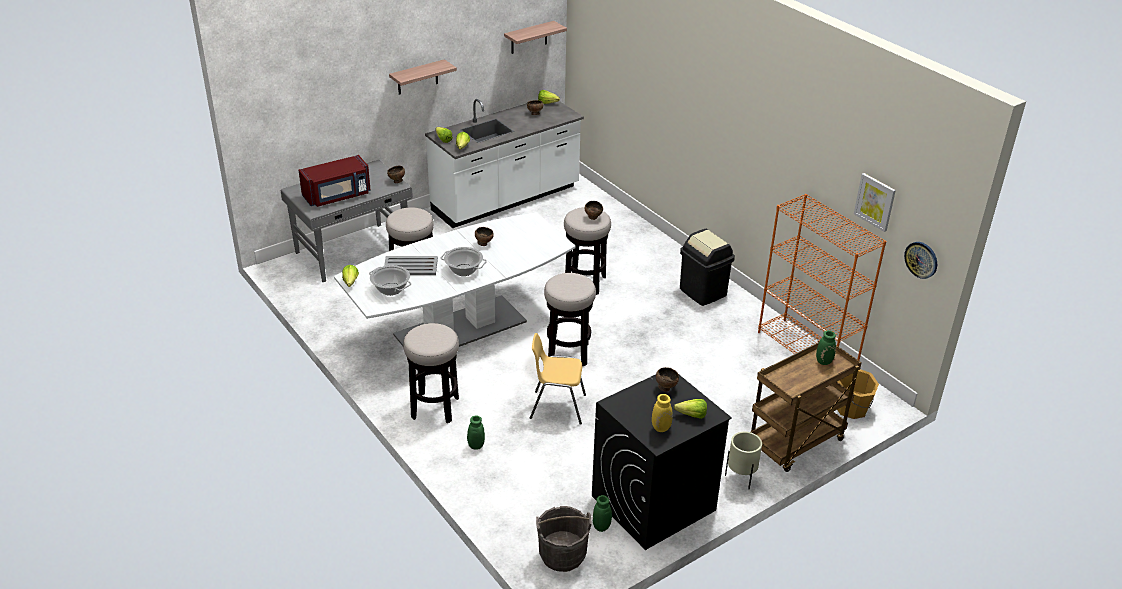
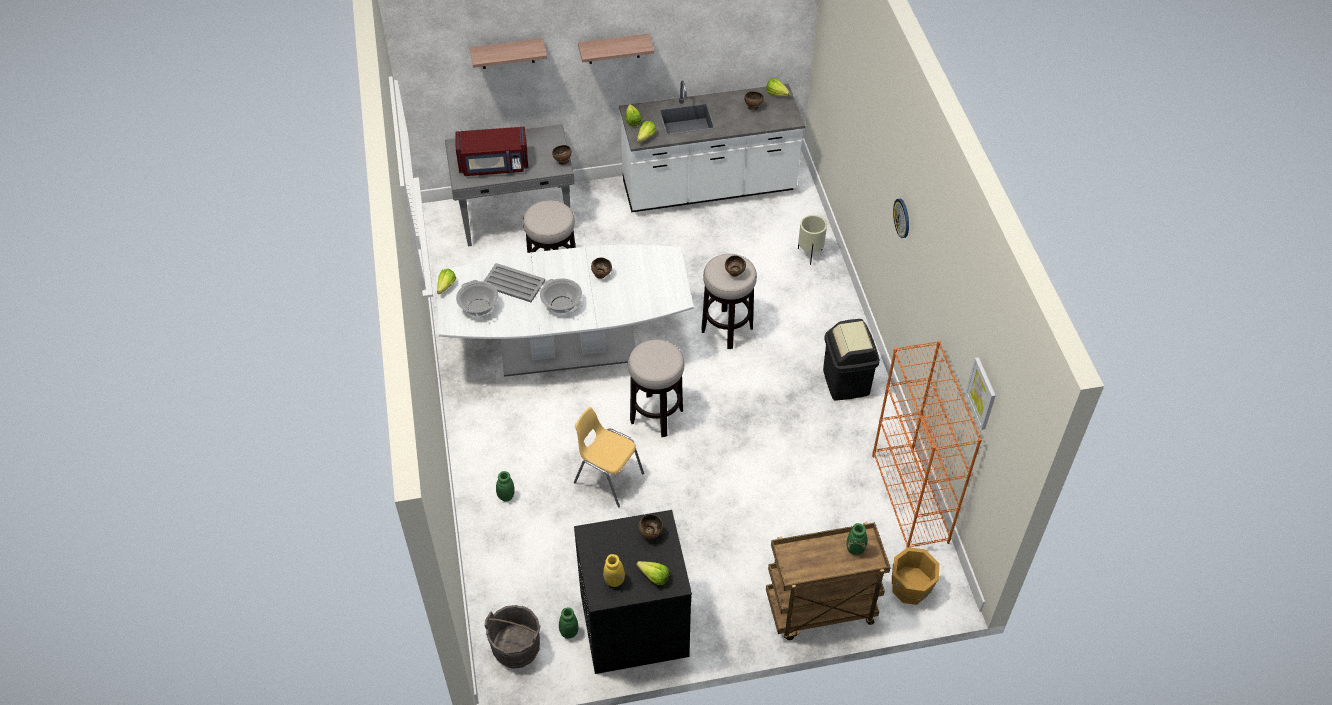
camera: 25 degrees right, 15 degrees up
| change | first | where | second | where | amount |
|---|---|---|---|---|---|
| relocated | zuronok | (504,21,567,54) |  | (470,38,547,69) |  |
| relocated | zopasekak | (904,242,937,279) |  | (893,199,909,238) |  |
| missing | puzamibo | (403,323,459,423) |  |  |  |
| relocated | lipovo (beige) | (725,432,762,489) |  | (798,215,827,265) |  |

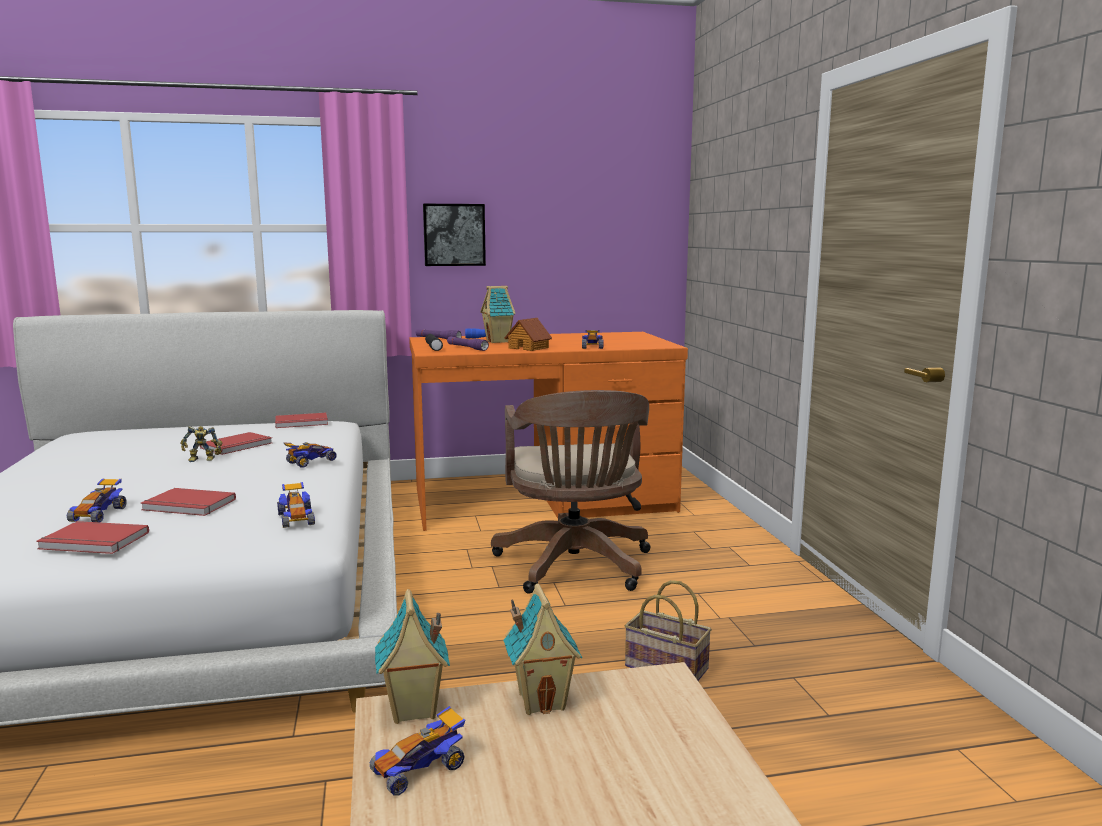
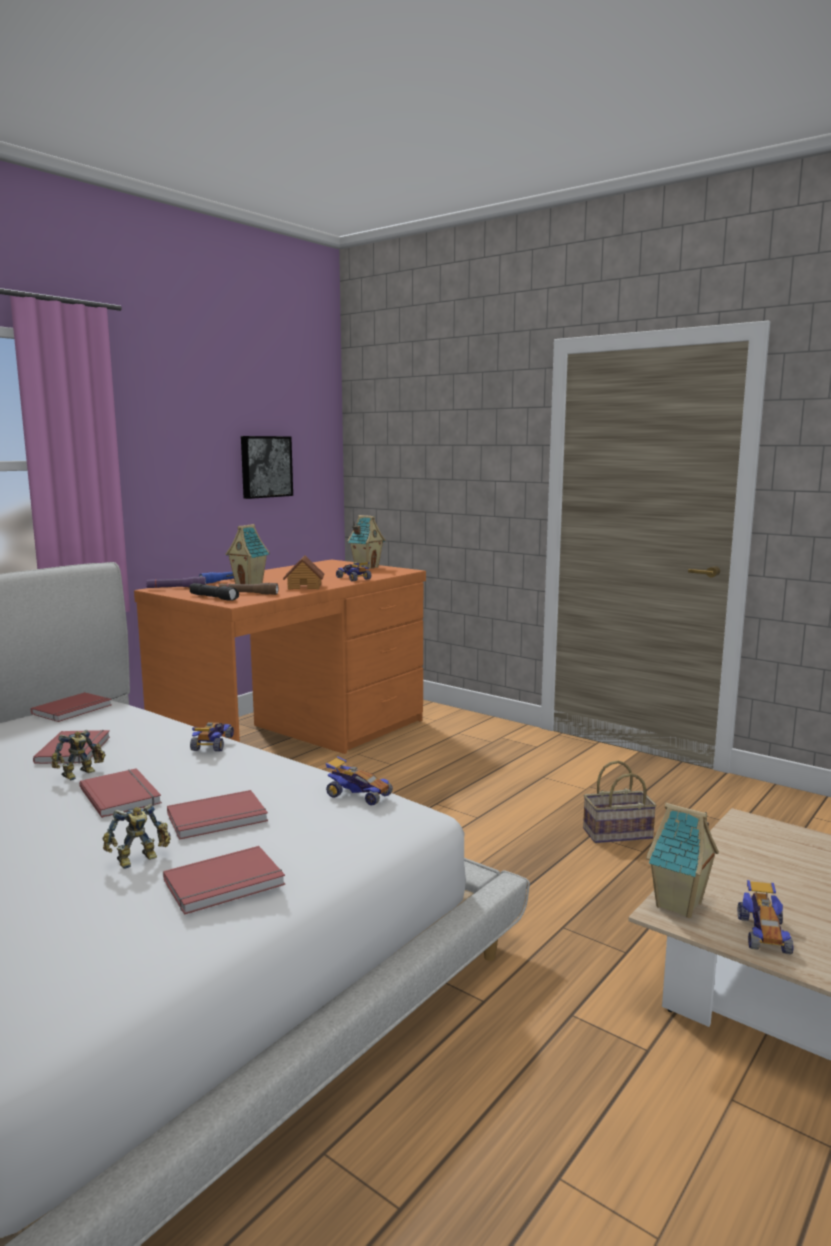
camera: 40 degrees left, 0 degrees up
| change | first | where | second | where | amount |
|---|---|---|---|---|---|
| relocated | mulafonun | (423,204,486,266) |  | (241,436,293,499) |  |
| colour | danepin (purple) | (447,337,489,351) | danepin (brown) | (219,583,279,595) |  |
| missing | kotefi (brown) | (491,390,651,594) |  |  |  |
| exchanged | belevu | (67,478,127,523) | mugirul | (103,804,171,869) |  |
| relocated | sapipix | (503,583,582,715) |  | (348,515,385,569) |  |
| appeared |  |  | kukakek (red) | (79,768,162,818) |  |

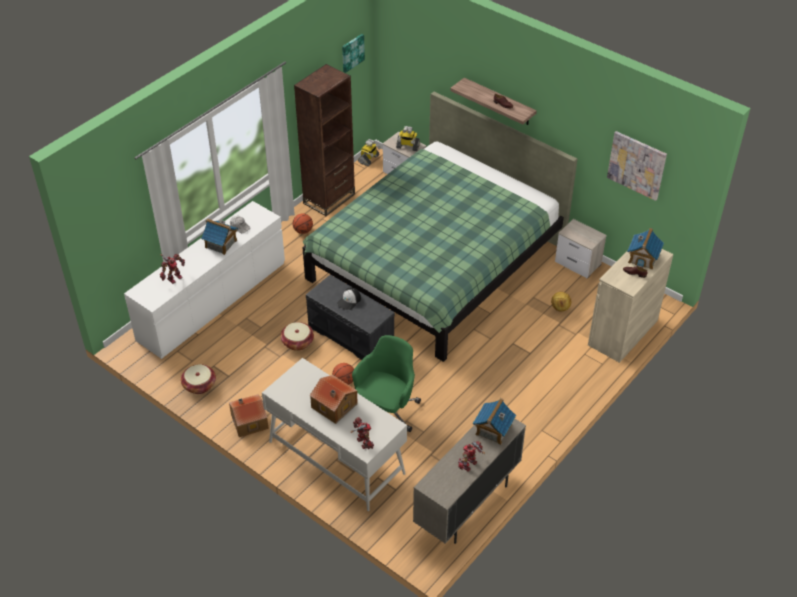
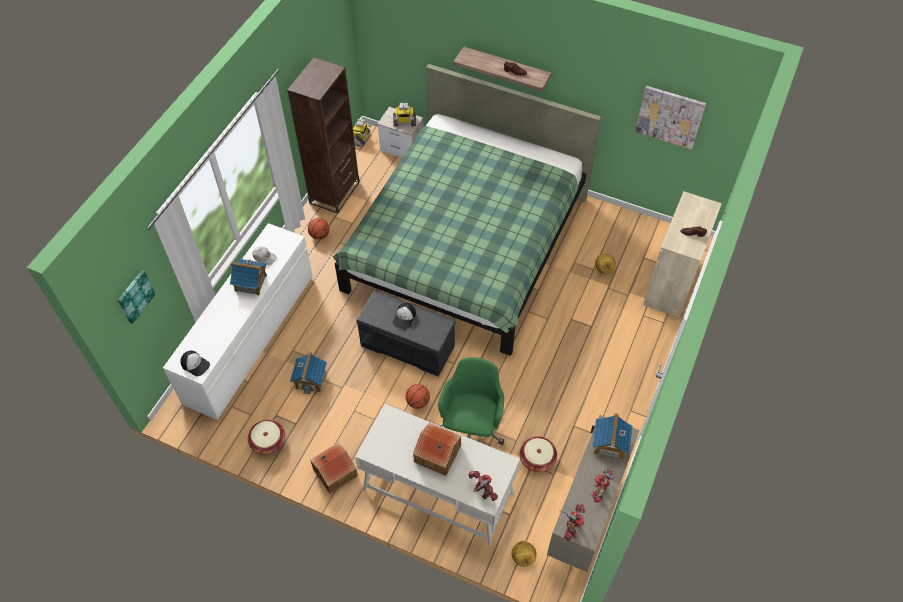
camera: 15 degrees left, 10 degrees up
| change | first | where | second | where | amount |
|---|---|---|---|---|---|
| relocated | mulafonun | (342,34,365,73) |  | (118,270,156,324) |  |
| missing | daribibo | (555,219,607,278) |  |  |  |
| relocated | sapipix | (627,228,664,270) |  | (290,352,327,394) |  |
| relocated | mugirul | (160,254,185,284) |  | (560,504,585,541) |  |
| relocated | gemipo | (281,322,314,351) |  | (519,436,557,472) |  |
| appeared |  |  | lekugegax | (180,351,210,376) |  |
| appeared |  |  | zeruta | (511,541,537,567) |  |

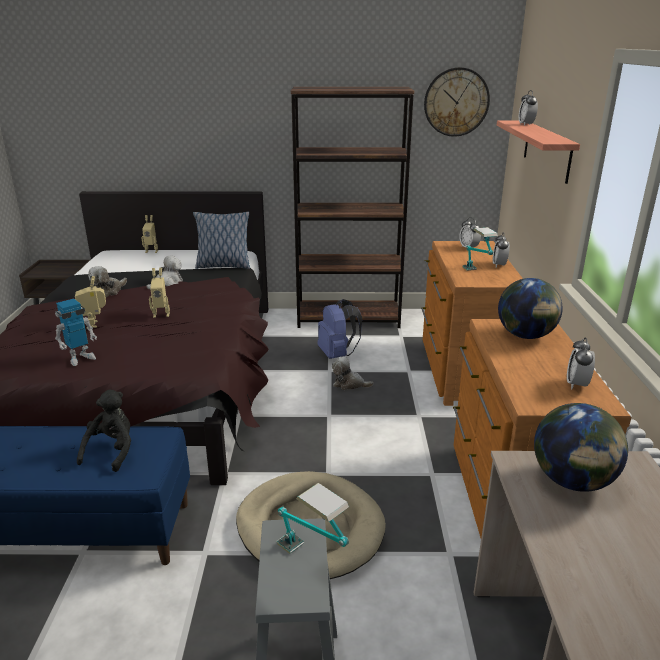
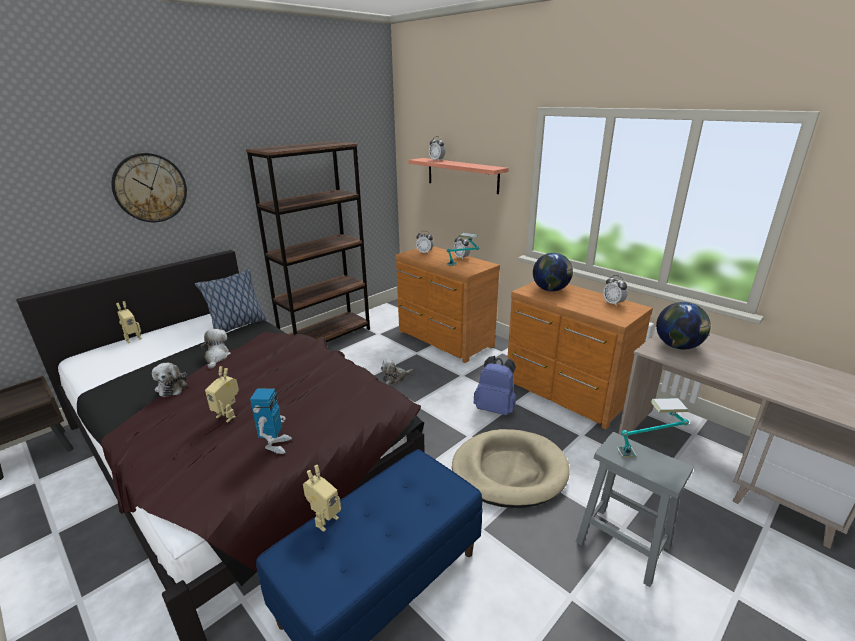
camera: 45 degrees left, 0 degrees up
| change | first | where | second | where | amount |
|---|---|---|---|---|---|
| relocated | zopasekak | (424,67,490,137) |  | (112,153,187,222) |  |
| relocated | mugirul | (149,268,170,318) |  | (303,465,341,532) |  |
| relocated | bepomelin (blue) | (317,299,362,359) |  | (474,356,516,415) |  |
| missing | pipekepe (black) | (77,390,131,472) |  |  |  |

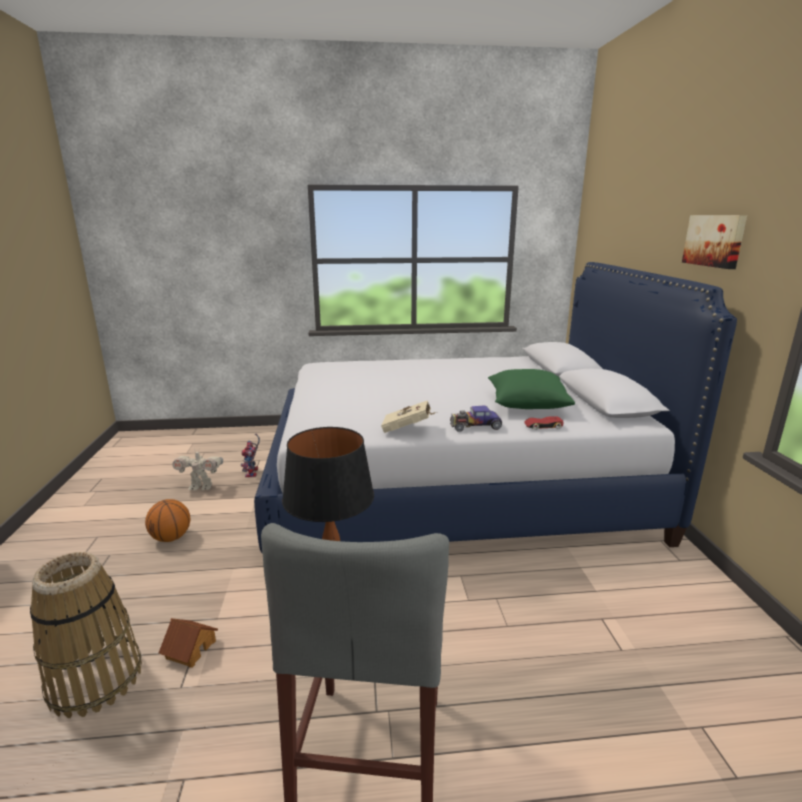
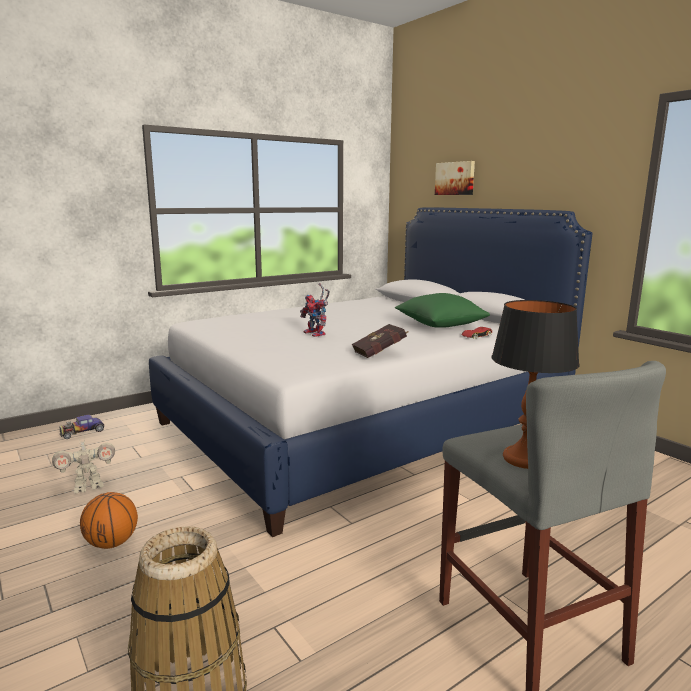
camera: 30 degrees left, 5 degrees down
| change | first | where | second | where | amount |
|---|---|---|---|---|---|
| relocated | mulafonun | (682,215,747,269) |  | (435,161,475,195) |  |
| colour | kukakek (beige) | (381,400,437,433) | kukakek (red) | (352,324,408,358) |  |
| relocated | belevu | (450,405,502,432) |  | (59,415,104,439) |  |
| relocated | mugirul | (241,434,260,477) |  | (300,283,330,337) |  |
| missing | sapipix | (159,618,218,668) |  |  |  |

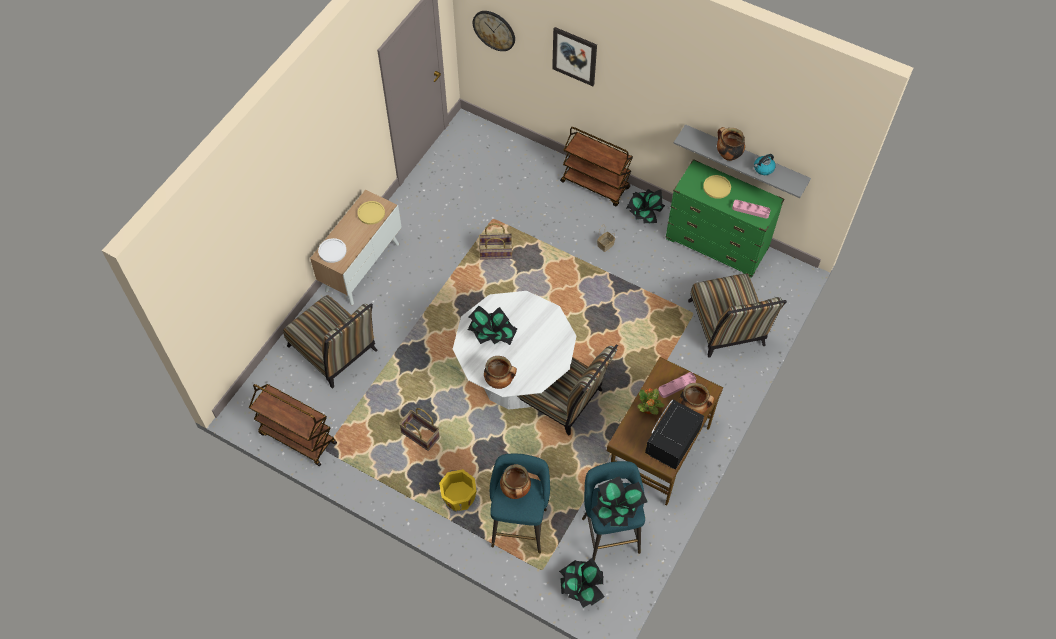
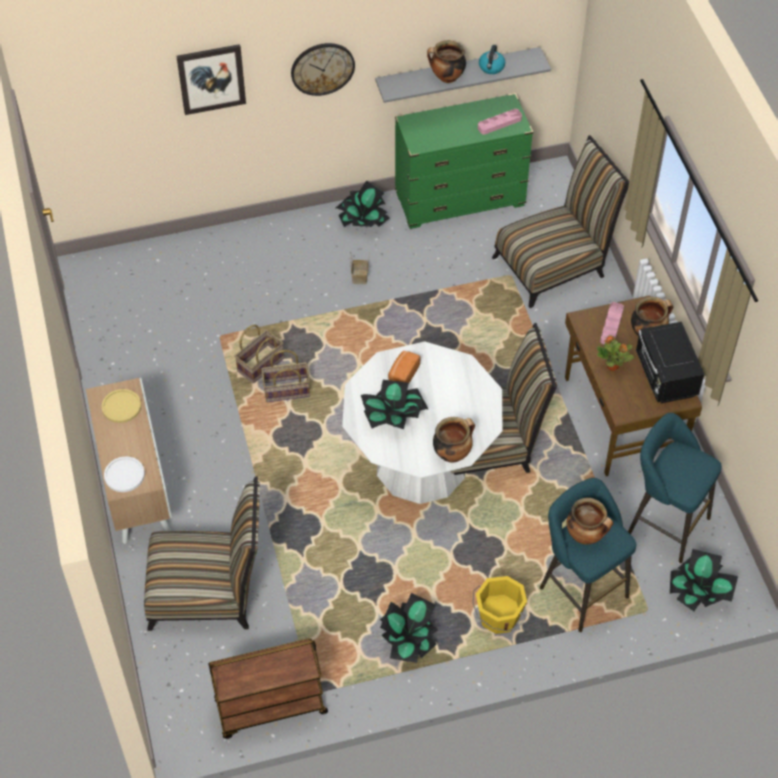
camera: 45 degrees left, 5 degrees down
| change | first | where | second | where | amount |
|---|---|---|---|---|---|
| relocated | zopasekak | (473,11,515,51) |  | (291,43,355,96) |  |
| missing | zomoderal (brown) | (560,127,633,206) |  |  |  |
| missing | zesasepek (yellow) | (703,175,731,199) |  |  |  |
| spun | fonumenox | (688,274,787,358) |  | (492,135,629,308) | 60 degrees counterclockwise |
| relocated | gemipo | (399,408,440,451) |  | (261,350,310,402) |  |
| relocated | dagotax | (592,476,648,527) |  | (380,593,438,663) |  |
| appeared |  |  | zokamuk | (388,351,420,385) |  |

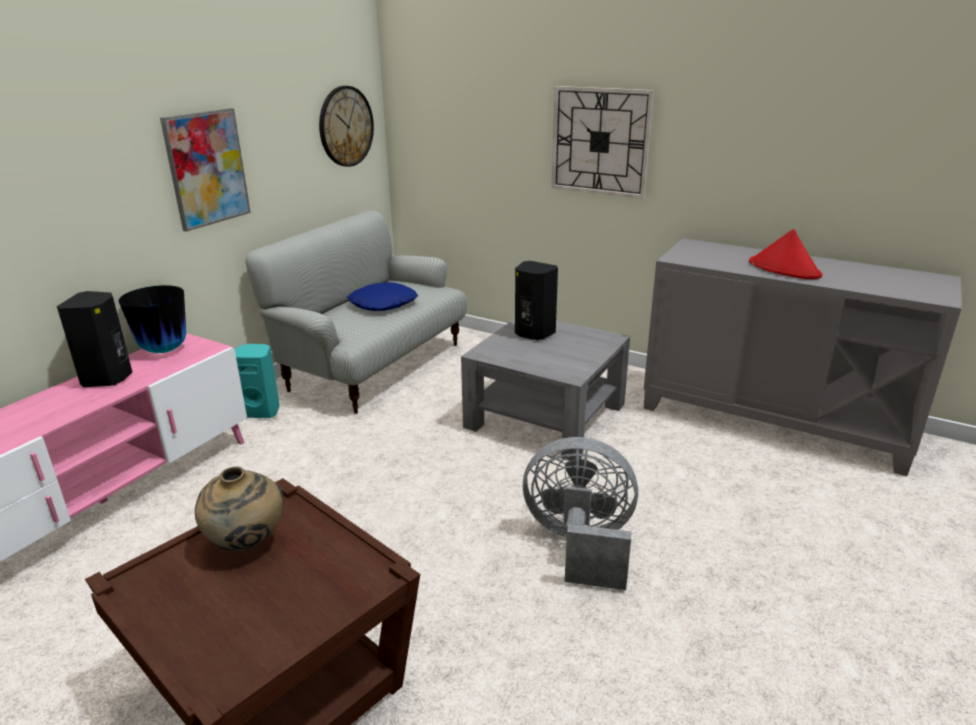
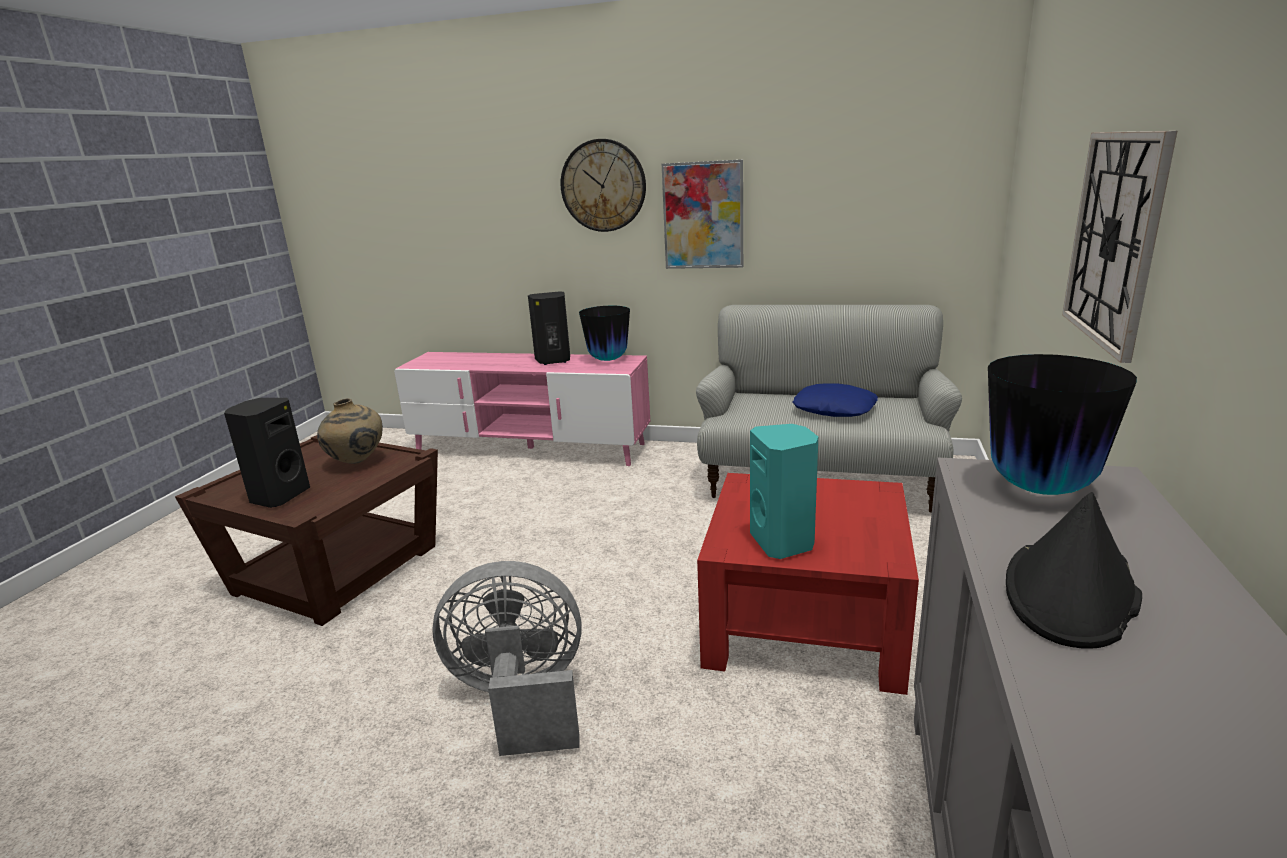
camera: 75 degrees right, 5 degrees down
| change | first | where | second | where | amount |
|---|---|---|---|---|---|
| relocated | zopasekak | (319,86,374,167) |  | (561,139,646,232) |  |
| colour | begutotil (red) | (749,229,822,279) | begutotil (black) | (1006,492,1142,649) |  |
| relocated | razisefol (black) | (515,261,558,340) |  | (224,398,310,508) |  |
| colour | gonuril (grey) | (461,319,630,460) | gonuril (red) | (697,473,919,695) |  |
| relocated | razisefol (turquoise) | (235,344,280,418) |  | (750,424,818,559) |  |
| spun | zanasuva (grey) | (523,437,638,590) |  | (432,561,582,756) | 90 degrees counterclockwise |
| appeared |  |  | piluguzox | (988,354,1137,495) |  |

